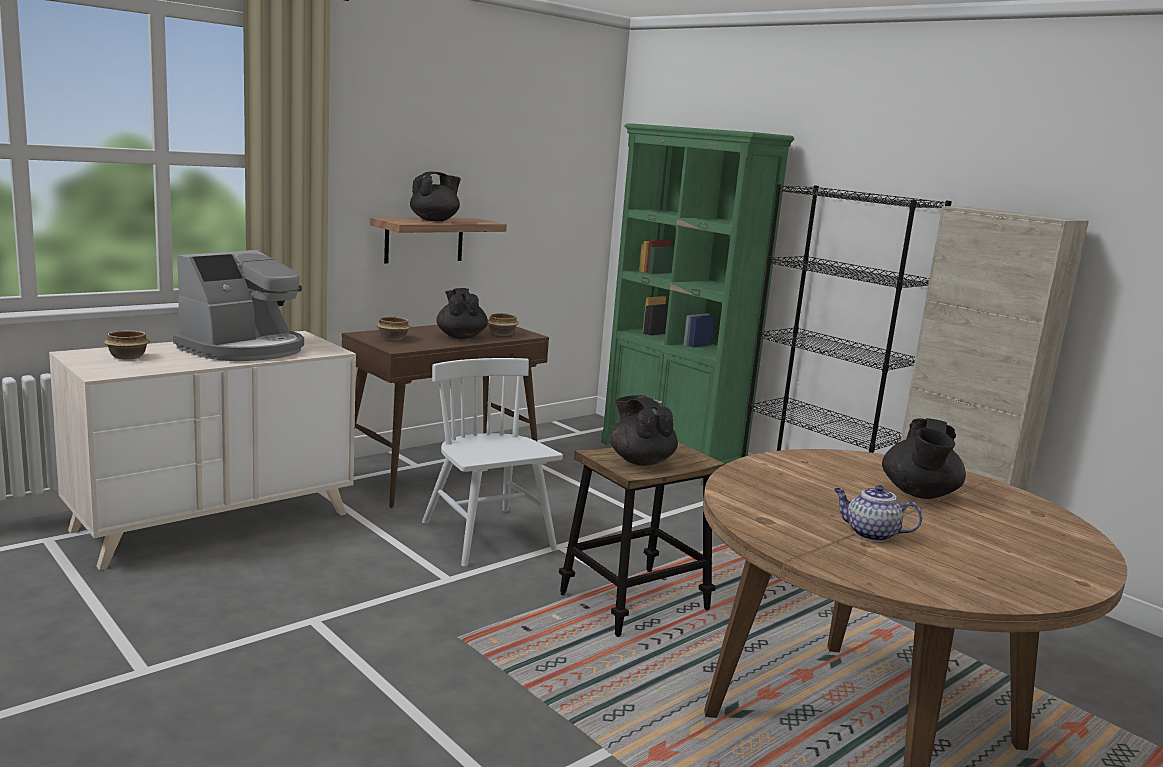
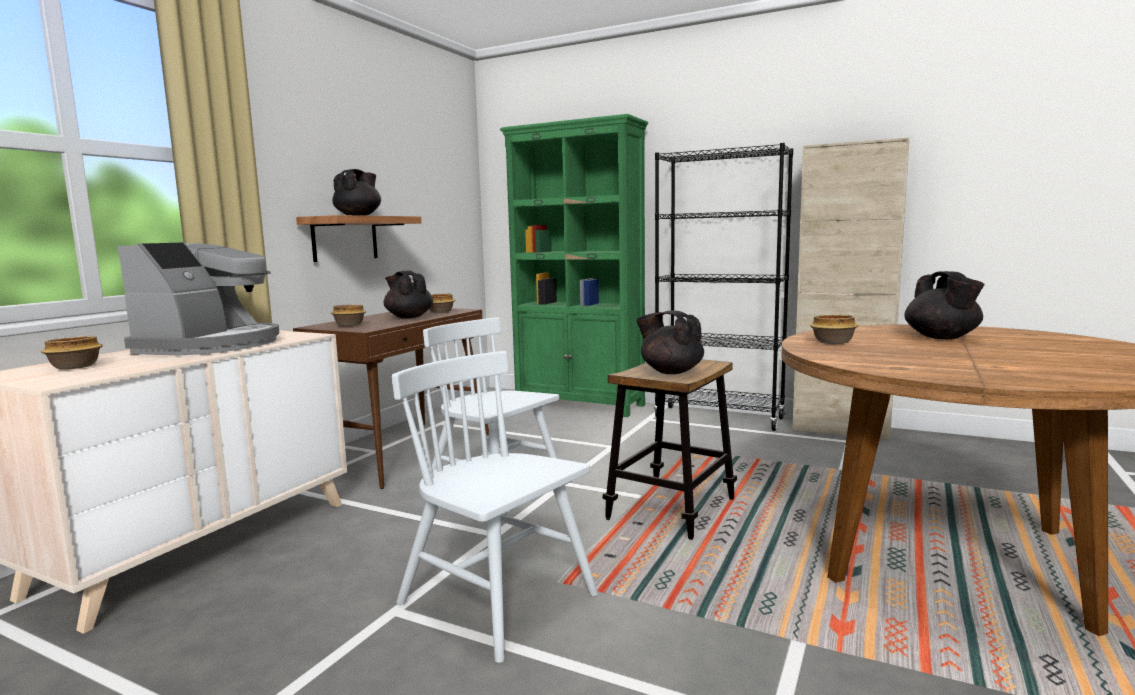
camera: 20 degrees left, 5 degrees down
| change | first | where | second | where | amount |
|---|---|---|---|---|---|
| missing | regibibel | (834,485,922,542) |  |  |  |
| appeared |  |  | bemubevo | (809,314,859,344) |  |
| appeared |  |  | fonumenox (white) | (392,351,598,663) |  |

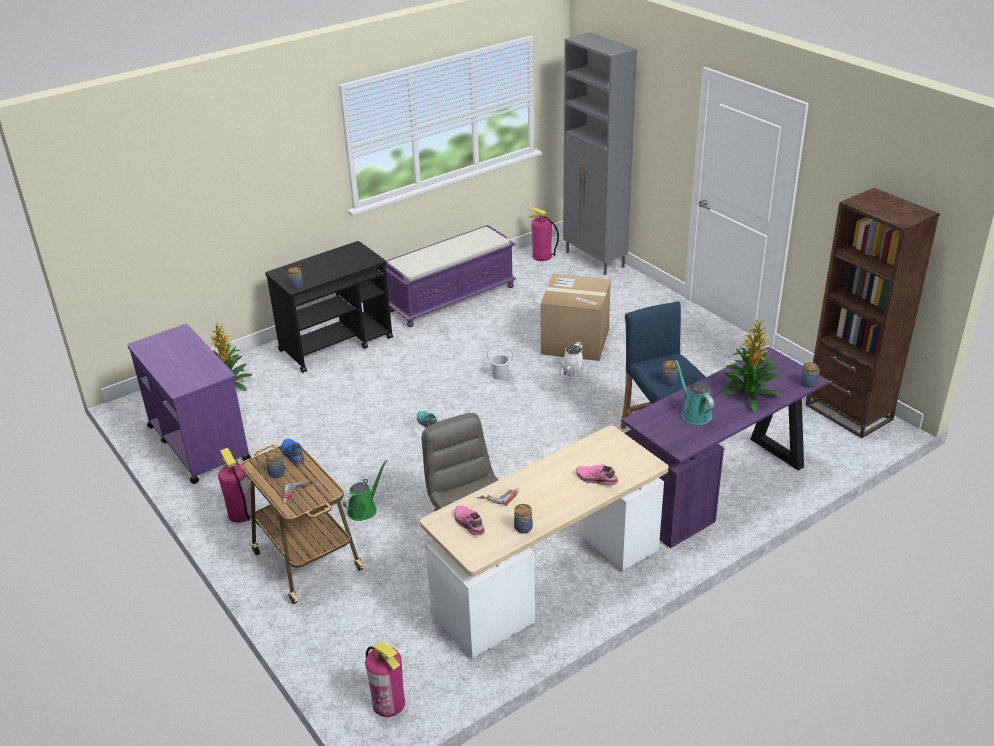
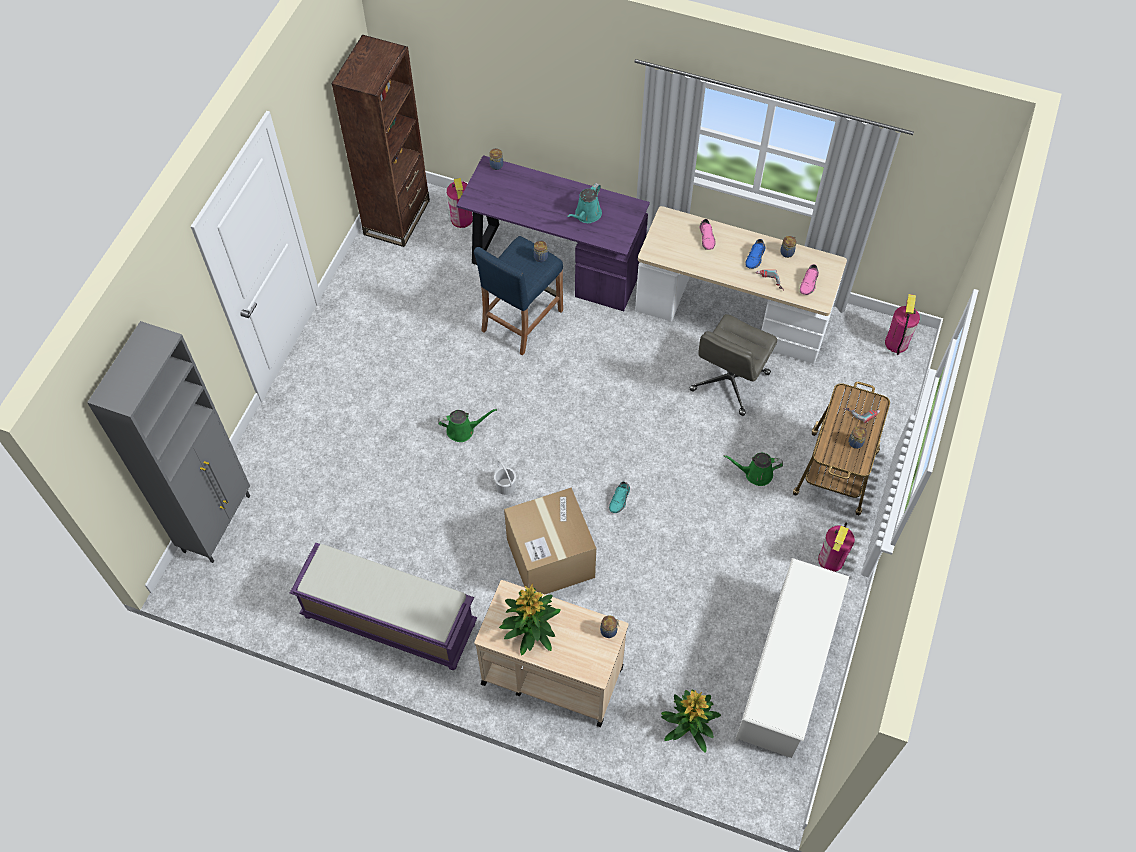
camera: 125 degrees left, 25 degrees up
| change | first | where | second | where | amount |
|---|---|---|---|---|---|
| relocated | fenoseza | (529,207,559,261) |  | (447,178,473,228) |  |
| colour | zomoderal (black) | (265,241,393,373) | zomoderal (beige) | (474,580,628,727) |  |
| relocated | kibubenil | (540,274,611,361) |  | (504,487,596,594) |  |
| relocated | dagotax | (719,318,781,412) |  | (499,583,561,655) |  |
| exchanged | zomoderal (purple) | (127,324,251,484) | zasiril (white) | (735,558,849,758) |  |
| colour | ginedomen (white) | (558,342,586,378) | ginedomen (green) | (438,409,497,442) |  |
| relocated | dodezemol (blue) | (281,439,305,464) |  | (745,239,765,269) |  |

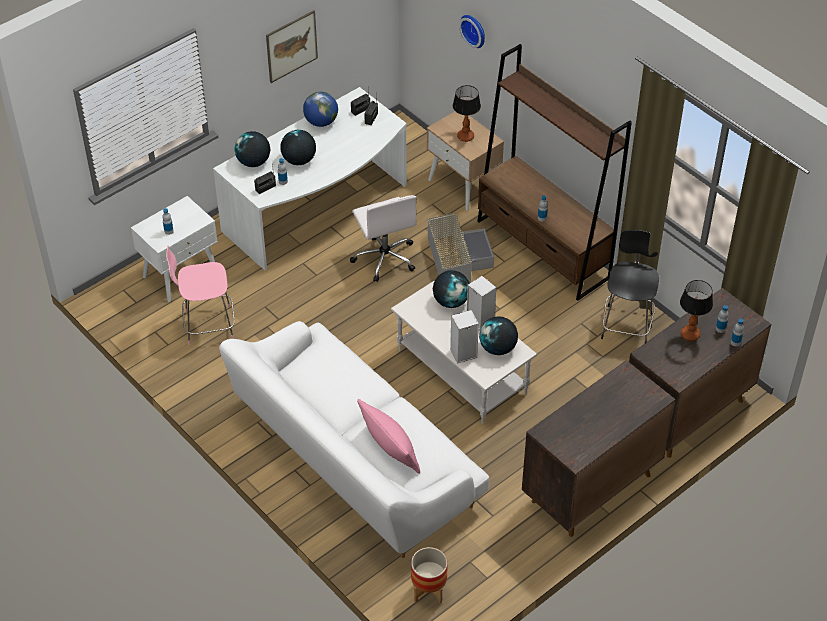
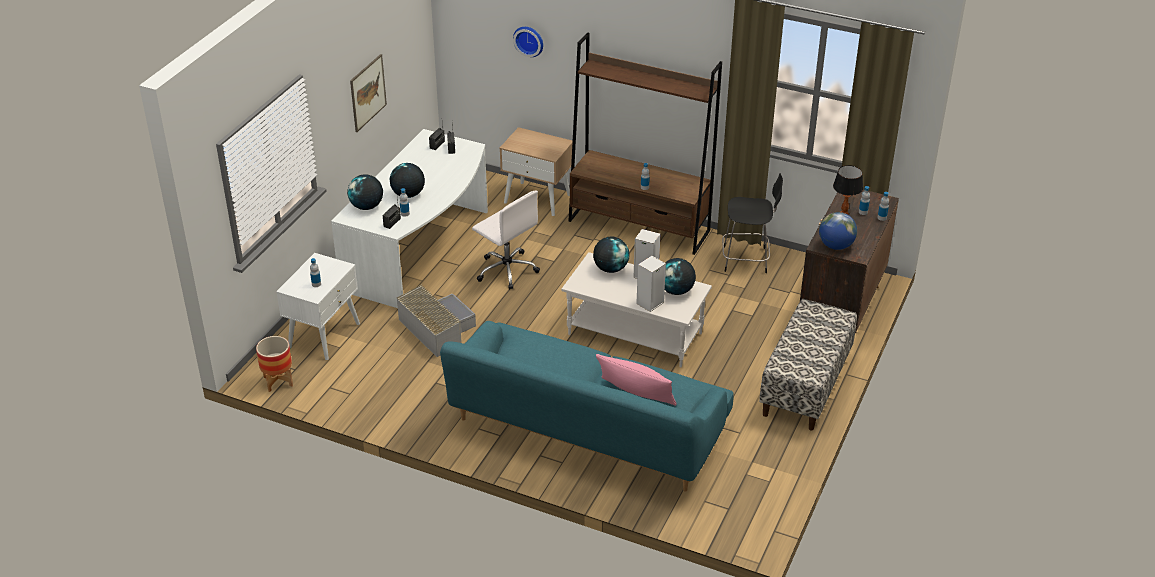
camera: 25 degrees left, 10 degrees down
| change | first | where | second | where | amount |
|---|---|---|---|---|---|
| missing | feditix | (453,85,481,142) |  |  |  |
| relocated | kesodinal | (303,92,338,127) |  | (819,212,857,250) |  |
| relocated | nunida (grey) | (428,212,494,283) |  | (396,284,476,357) |  |
| spun | fonumenox (black) | (601,230,659,343) |  | (722,173,783,273) | 105 degrees clockwise |
| missing | fonumenox (pink) | (166,246,235,345) |  |  |  |
| colour | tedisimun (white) | (219,321,489,558) | tedisimun (turquoise) | (440,321,734,491) |  |
| exchanged | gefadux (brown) | (522,360,675,537) | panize | (759,299,857,430) |  |
| relocated | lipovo | (411,547,448,604) |  | (256,336,293,392) |  |

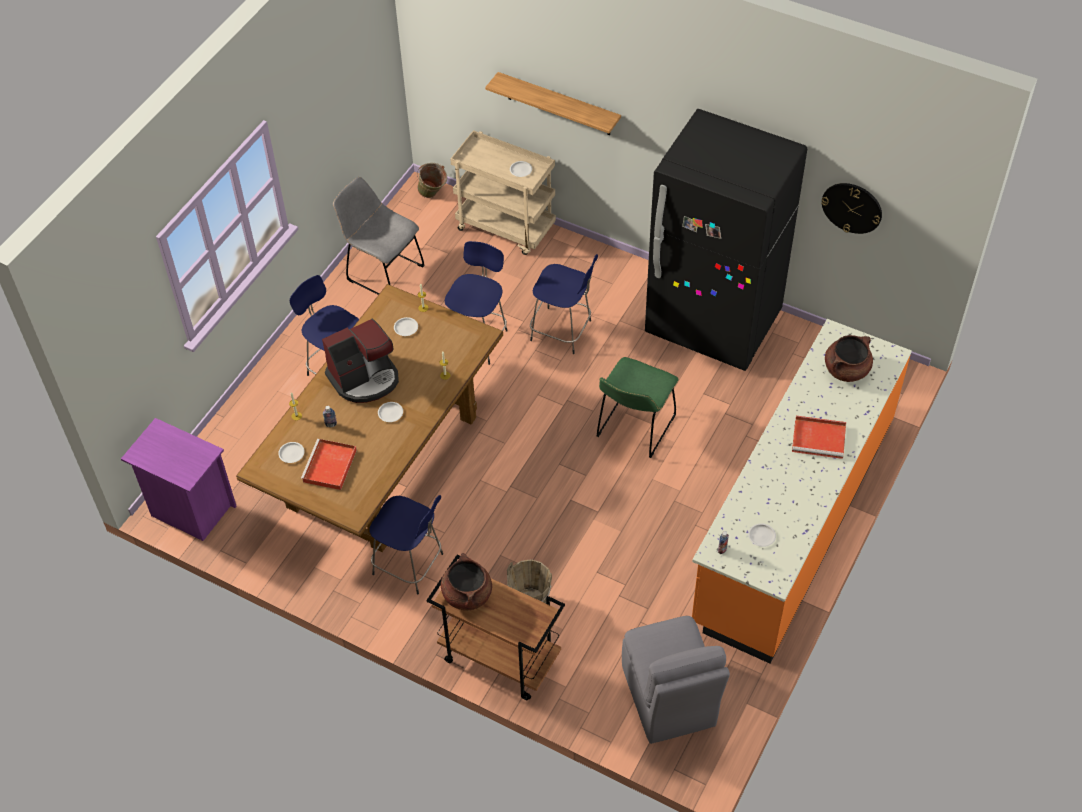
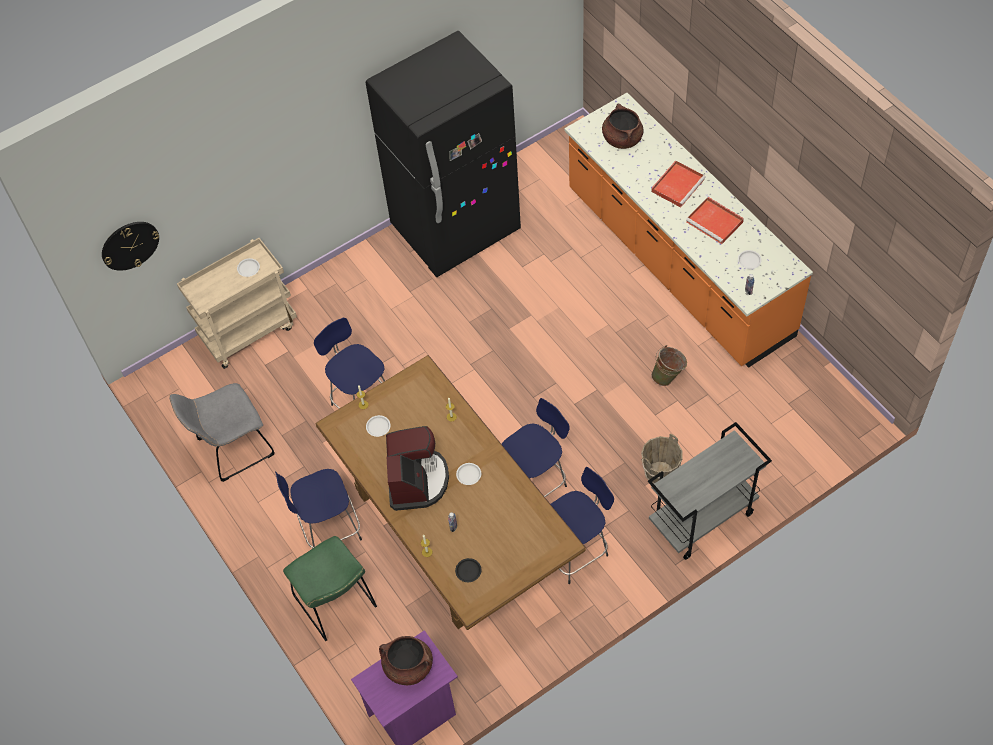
camera: 60 degrees left, 5 degrees up
| change | first | where | second | where | amount |
|---|---|---|---|---|---|
| missing | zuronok | (485,72,621,135) |  |  |  |
| relocated | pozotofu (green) | (417,163,447,198) |  | (651,345,687,386) |  |
| relocated | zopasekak | (821,183,882,234) |  | (102,222,159,271) |  |
| relocated | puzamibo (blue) | (530,254,598,354) |  | (502,398,570,497) |  |
| relocated | fonumenox (green) | (596,357,679,458) |  | (283,536,377,641) |  |
| relocated | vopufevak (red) | (301,439,357,490) |  | (686,197,744,244) |  |
| colour | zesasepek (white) | (278,442,304,463) | zesasepek (black) | (455,558,481,582) |  |
| relocated | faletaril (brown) | (441,553,492,610) |  | (379,636,433,685) |  |
| colour | zomoderal (brown) | (426,555,565,700) | zomoderal (grey) | (648,422,772,560) |  |
| missing | fonumenox (grey) | (622,616,730,744) |  |  |  |

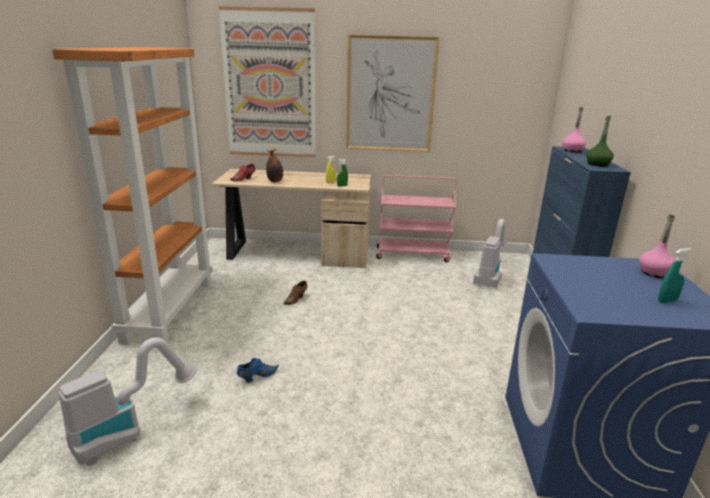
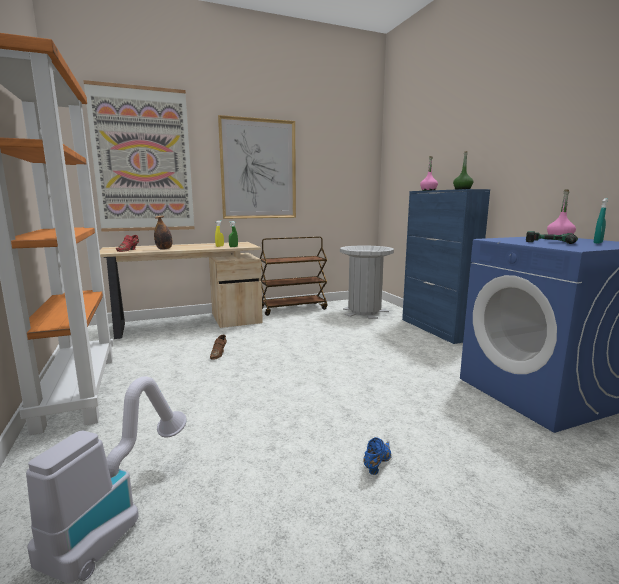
camera: 25 degrees left, 10 degrees down
| change | first | where | second | where | amount |
|---|---|---|---|---|---|
| colour | zomoderal (pink) | (376,175,456,262) | zomoderal (brown) | (260,237,328,316) |  |
| exchanged | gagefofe | (473,219,508,289) | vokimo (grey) | (340,245,394,319) |  |
| relocated | dodezemol (blue) | (237,358,279,382) |  | (363,437,392,475) |  |
| appeared |  |  | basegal | (526,231,578,244) |  |

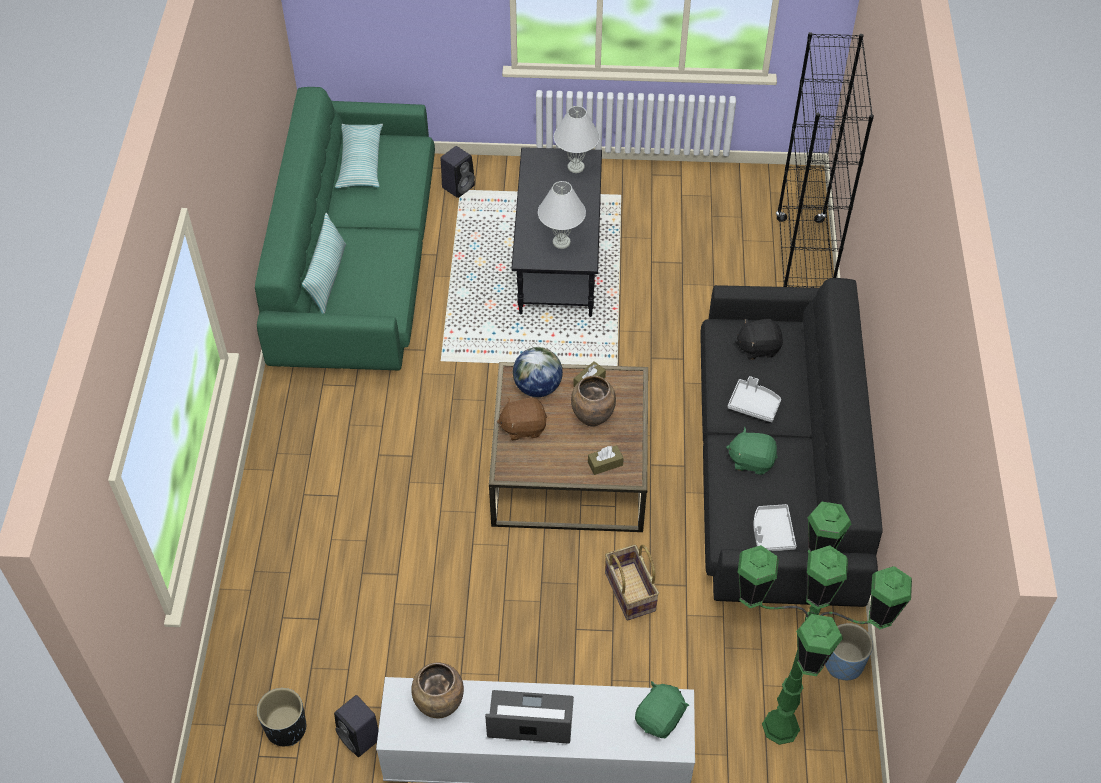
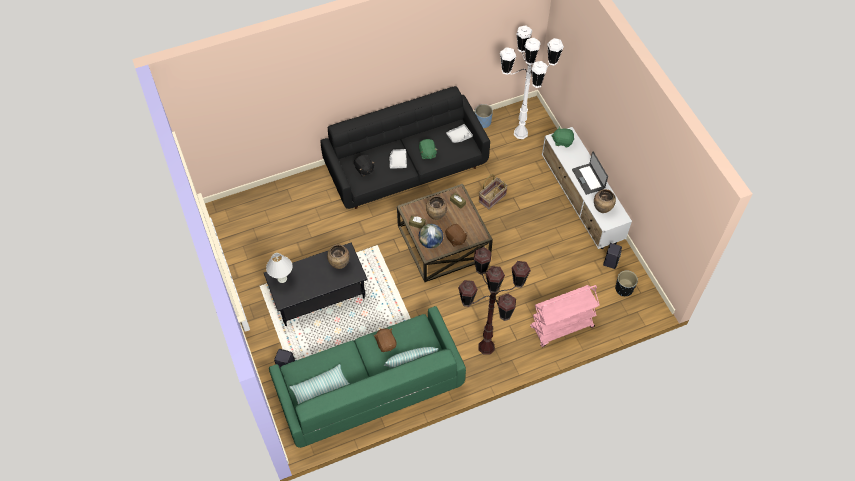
camera: 115 degrees left, 5 degrees up
| change | first | where | second | where | amount |
|---|---|---|---|---|---|
| missing | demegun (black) | (776,32,874,288) |  |  |  |
| exchanged | feditix (white) | (538,181,586,249) | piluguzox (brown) | (327,245,350,269) |  |
| colour | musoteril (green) | (738,502,912,745) | musoteril (white) | (500,25,564,139) |  |
| appeared |  |  | musoteril (brown) | (458,247,531,355) |  |
| appeared |  |  | zomoderal (pink) | (530,285,600,347) |  |
| appeared |  |  | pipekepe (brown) | (374,328,397,352) |  |

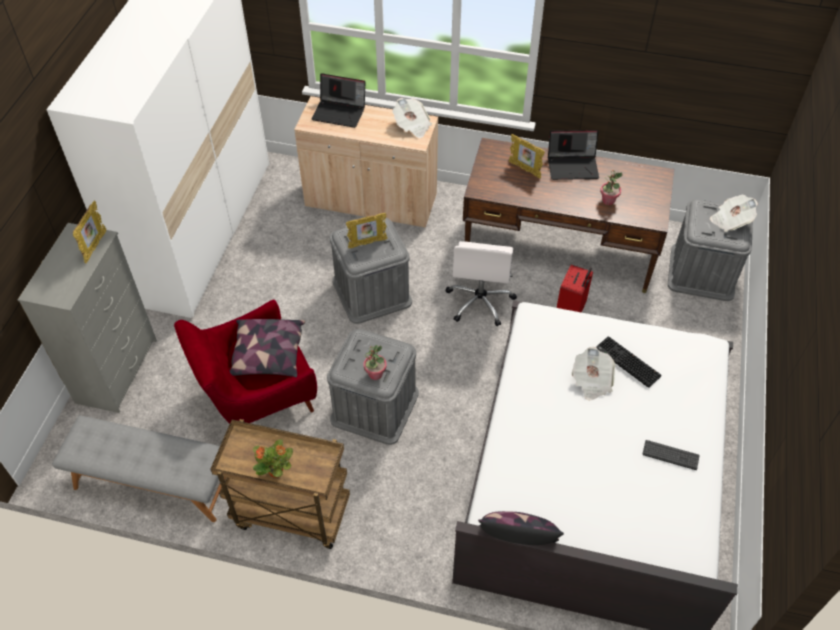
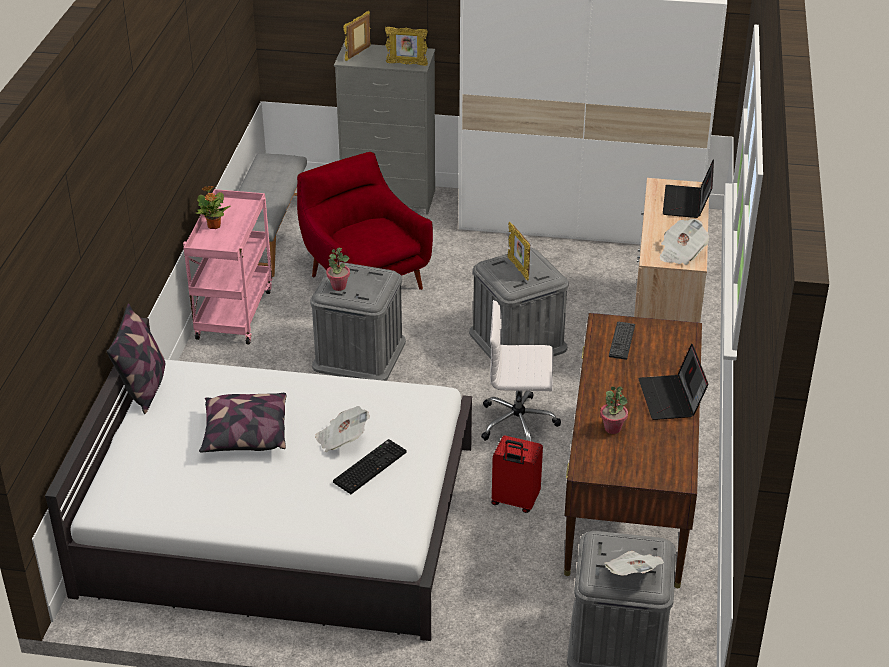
camera: 85 degrees right, 15 degrees down
| change | first | where | second | where | amount |
|---|---|---|---|---|---|
| relocated | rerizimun | (509,134,545,178) |  | (343,11,371,61) |  |
| relocated | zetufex | (230,319,305,377) |  | (199,393,286,453) |  |
| colour | zomoderal (brown) | (210,419,350,549) | zomoderal (pink) | (183,189,272,344) |  |
| relocated | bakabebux | (642,440,700,470) |  | (609,321,635,360) |  |

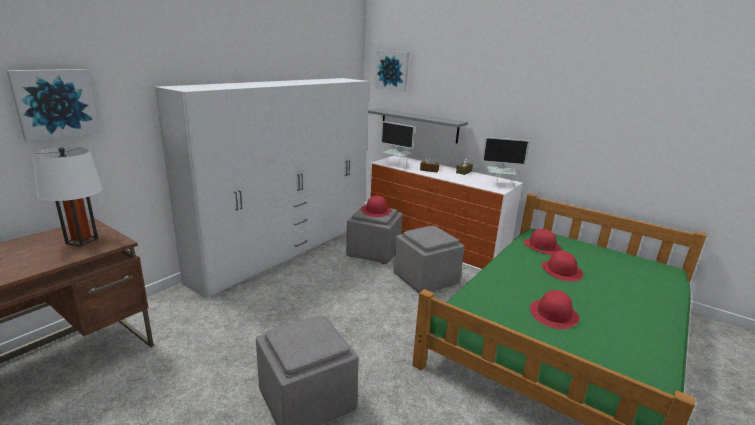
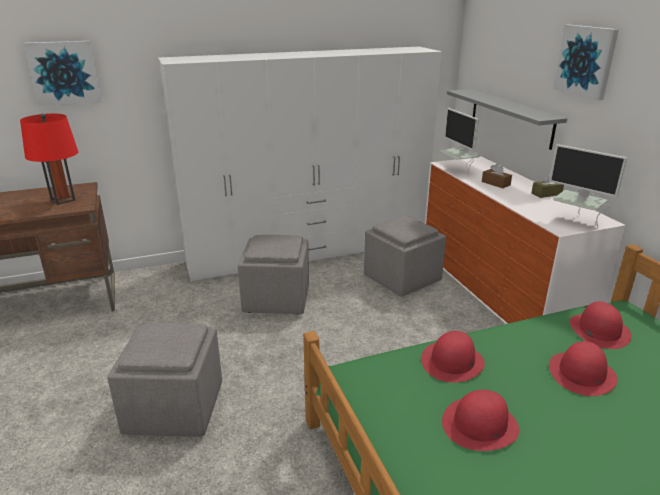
camera: 35 degrees right, 5 degrees up
| change | first | where | second | where | amount |
|---|---|---|---|---|---|
| relocated | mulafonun | (375,51,409,92) |  | (553,25,619,101) |  |
| colour | feditix (white) | (33,147,103,247) | feditix (red) | (20,113,78,205) |  |
| relocated | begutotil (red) | (361,195,392,217) |  | (421,331,485,383) |  |
| relocated | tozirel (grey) | (393,226,465,293) |  | (238,235,309,315) |  |

